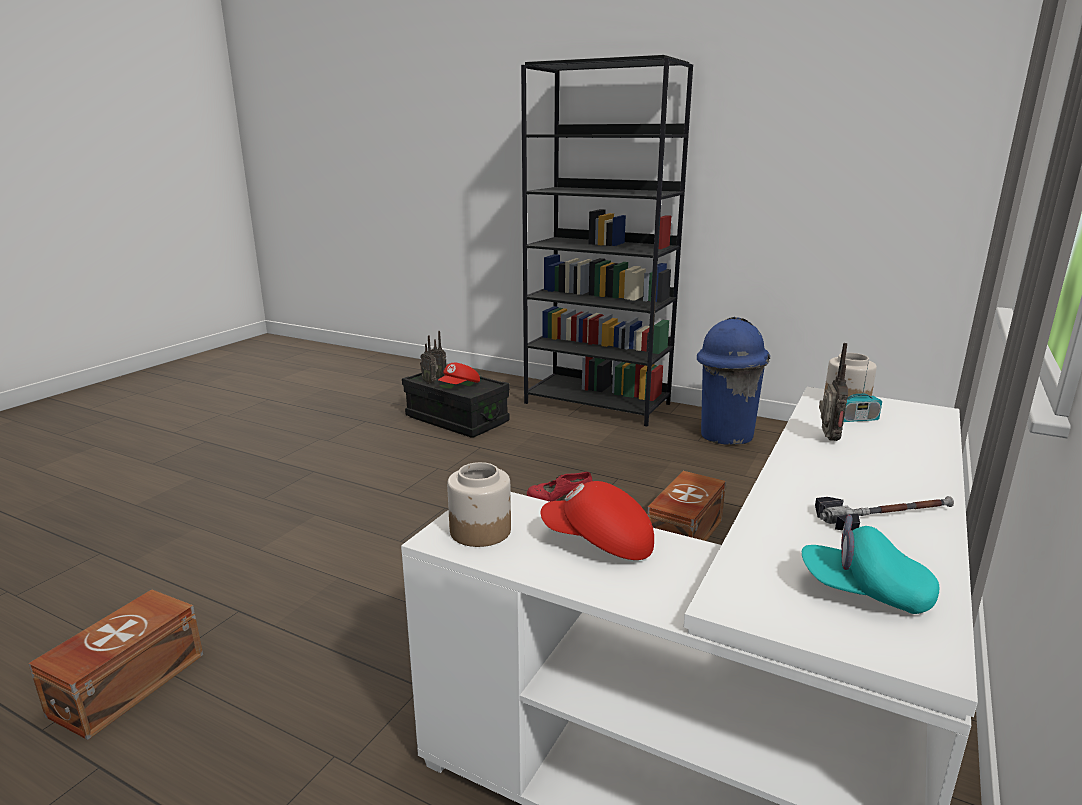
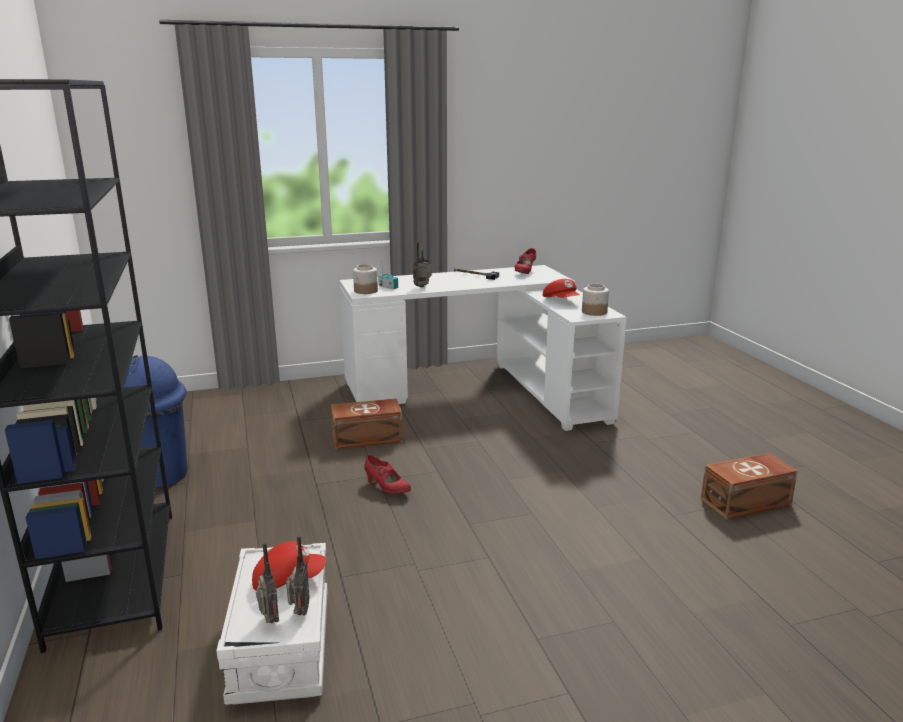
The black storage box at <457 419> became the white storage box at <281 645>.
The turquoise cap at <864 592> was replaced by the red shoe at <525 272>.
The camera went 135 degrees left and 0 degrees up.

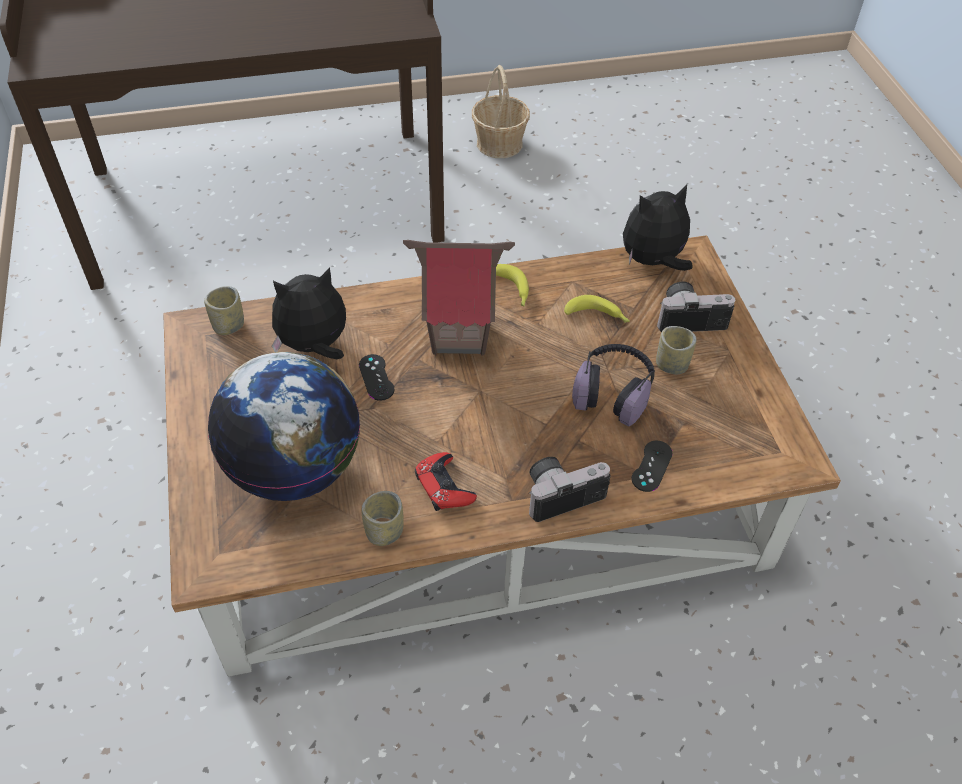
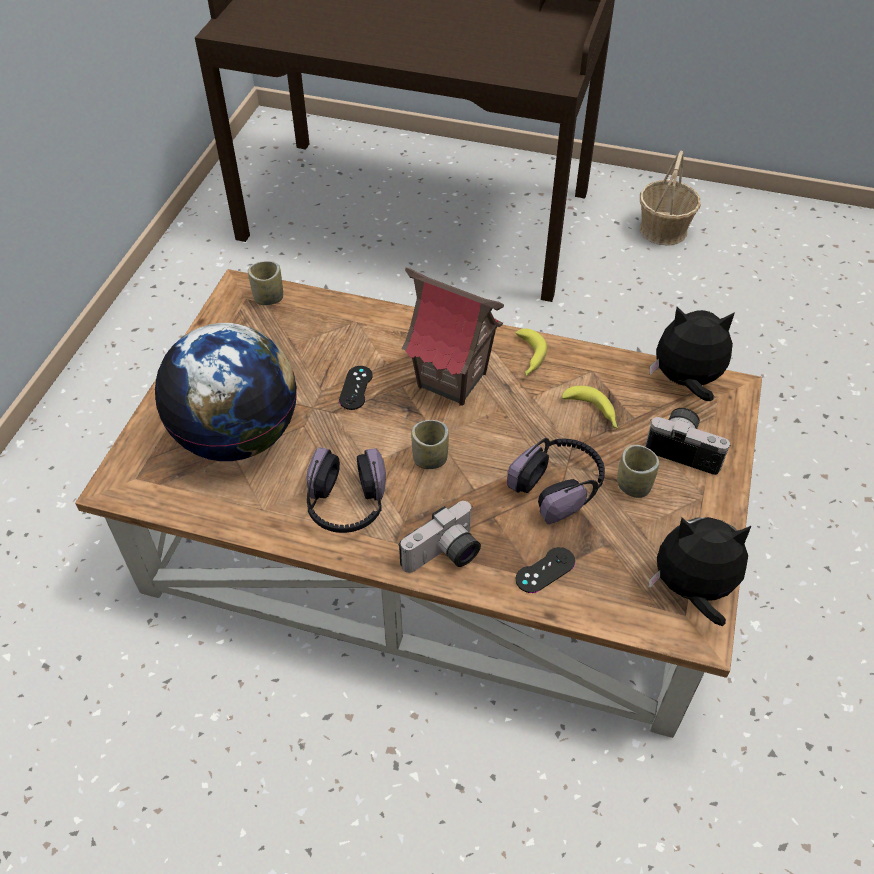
The red game controller at <444 486> was replaced by the headphones at <346 504>.
The photo camera at <561 492> turned 135 degrees clockwise.
The cup moved from <384 532> to <430 459>.
The plush toy moved from <314 346> to <692 590>.
The camera went 30 degrees right and 0 degrees up.

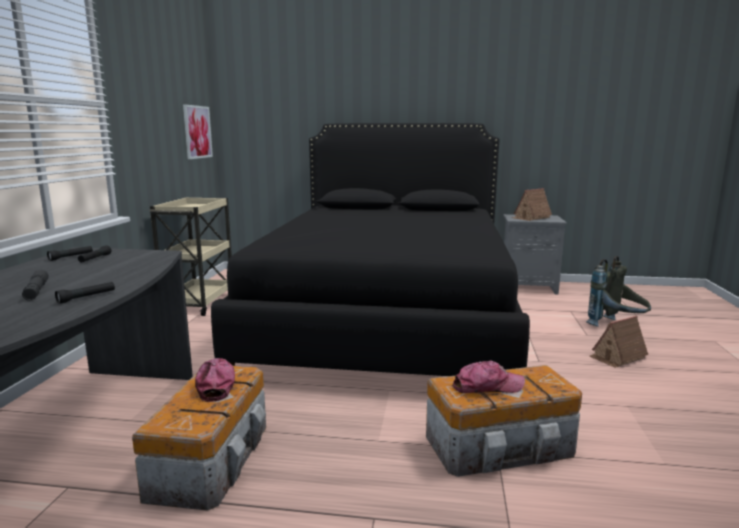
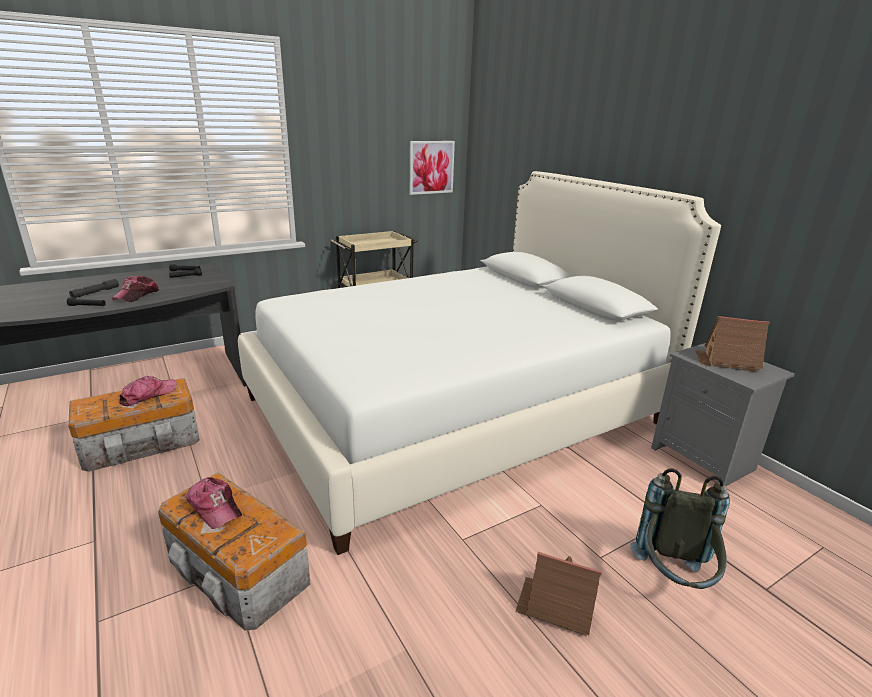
The cap at <137 295> appeared.
The black bed at <387 318> became the white bed at <455 410>.
The camera went 50 degrees right and 10 degrees up.

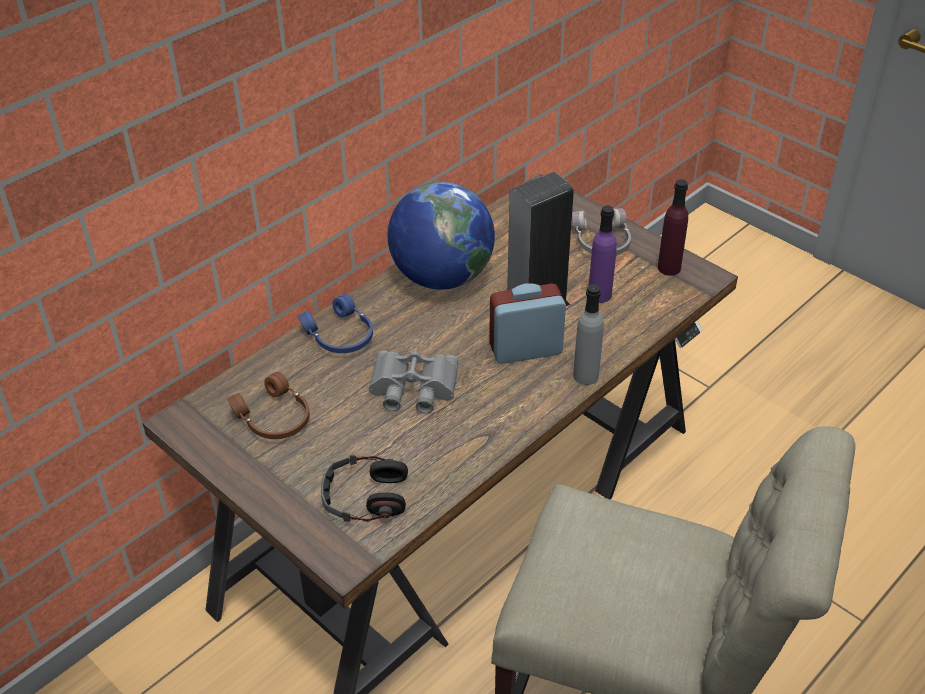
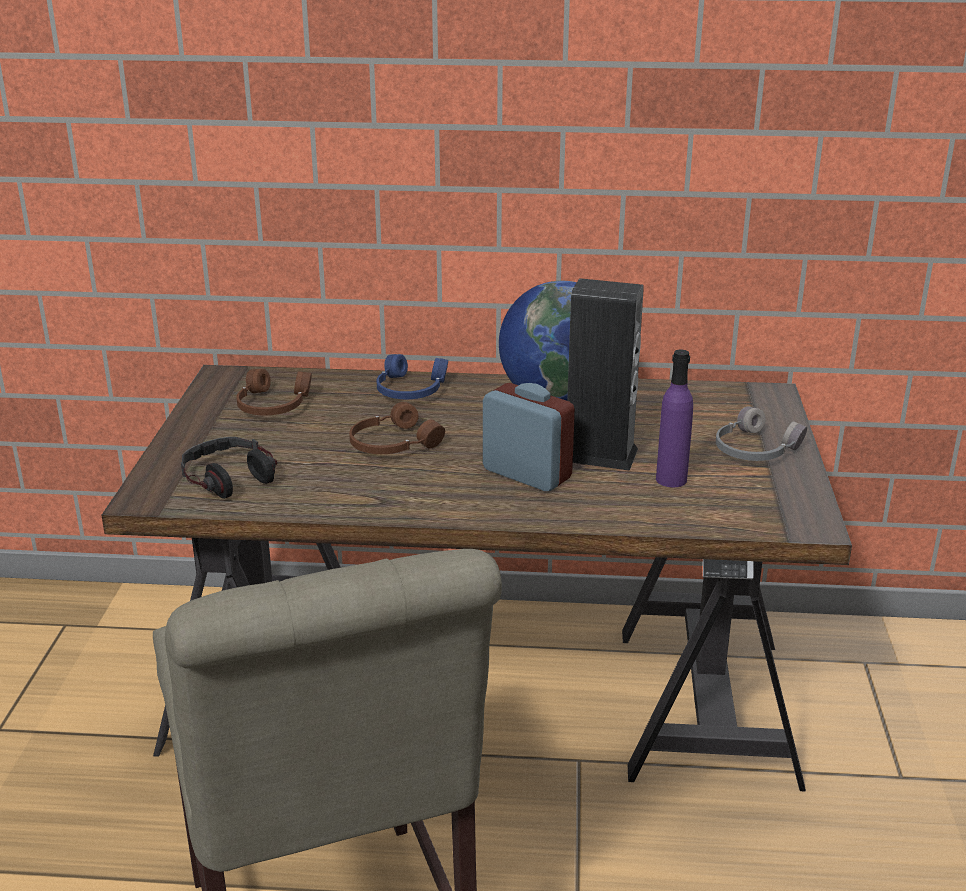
The grey binoculars at <412 388> was replaced by the brown headphones at <392 444>.
The grey bottle at <586 375> disappeared.
The purple bottle at <669 268> disappeared.
The camera went 50 degrees right and 15 degrees down.

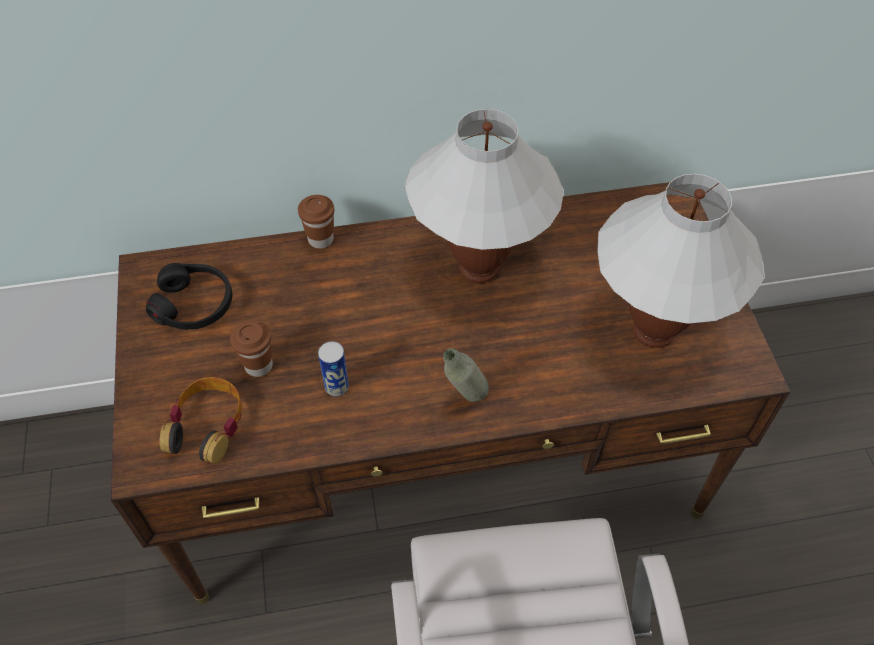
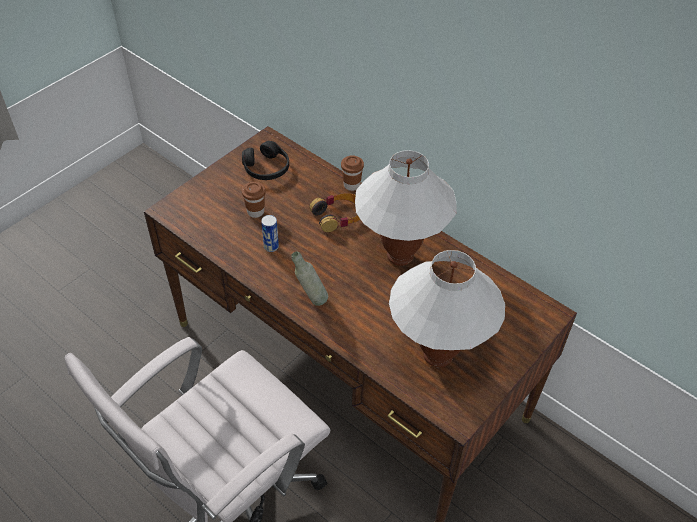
The headphones moved from <207 425> to <338 216>.
The camera went 50 degrees right and 5 degrees down.

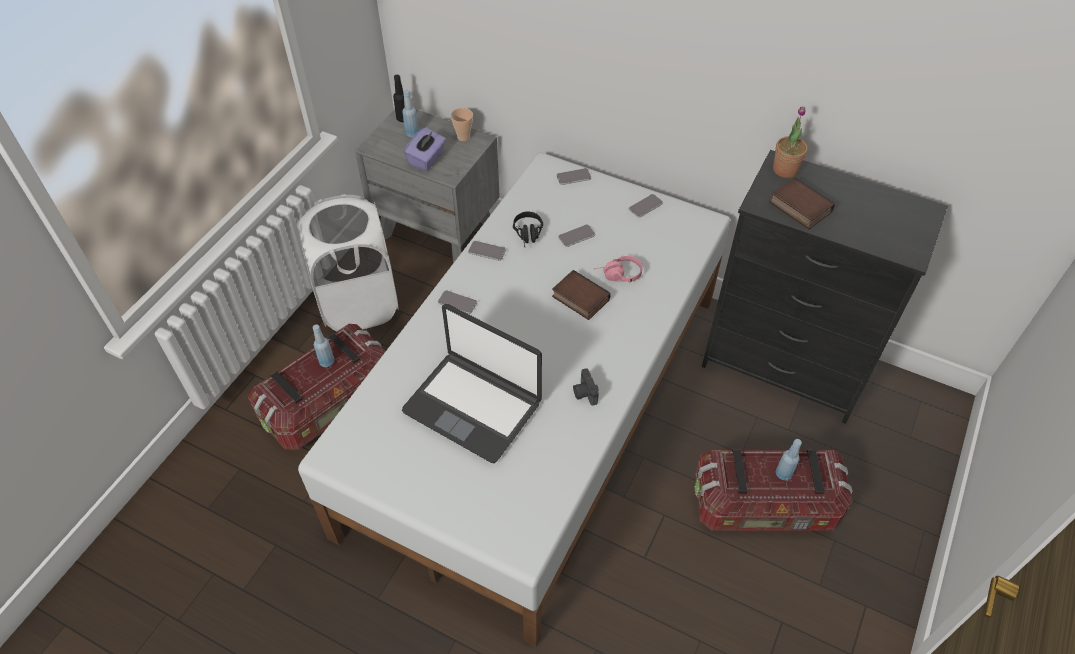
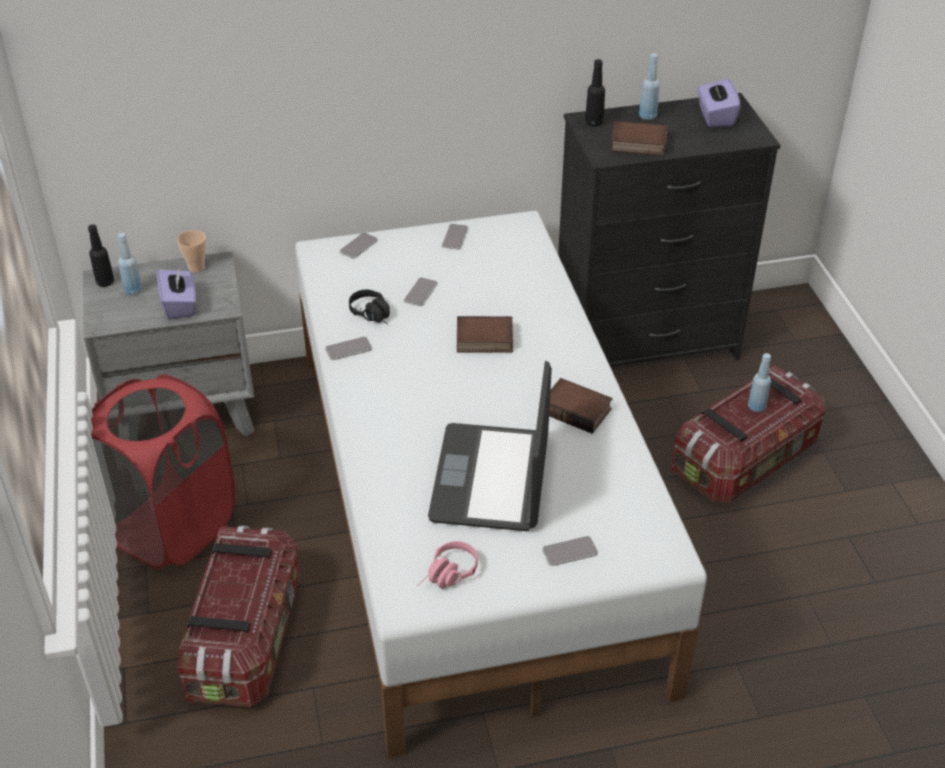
The white laundry basket at <359 304> became the red laundry basket at <172 527>.
The pink headphones moved from <617 275> to <447 576>.
The laptop at <473 406> turned 105 degrees clockwise.
The phone moved from <457 302> to <569 552>.
The photo camera at <584 393> was replaced by the book at <577 410>.
The potted plant at <785 169> was replaced by the black bottle at <594 122>.
The blue bottle moved from <327 362> to <647 116>.
The purple tissue box at <715 117> appeared.
The camera went 40 degrees left and 10 degrees down.

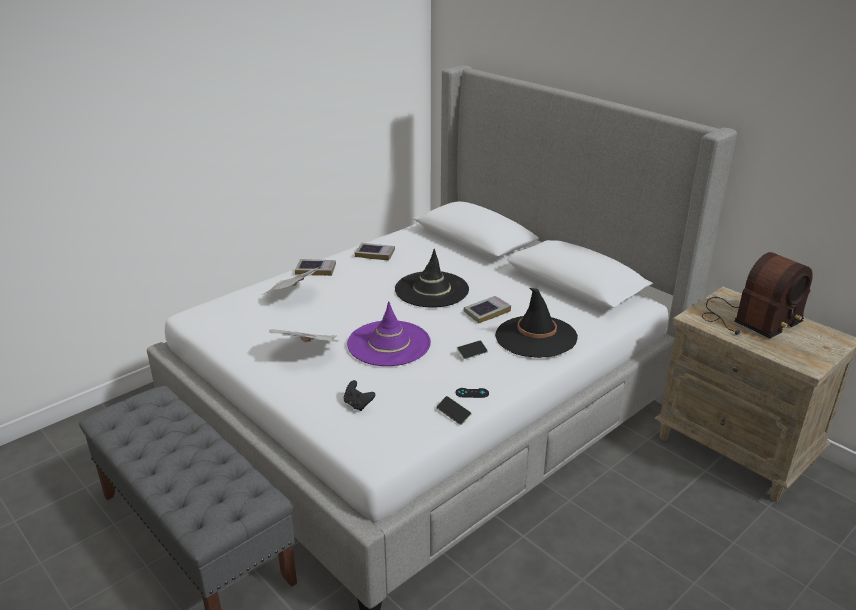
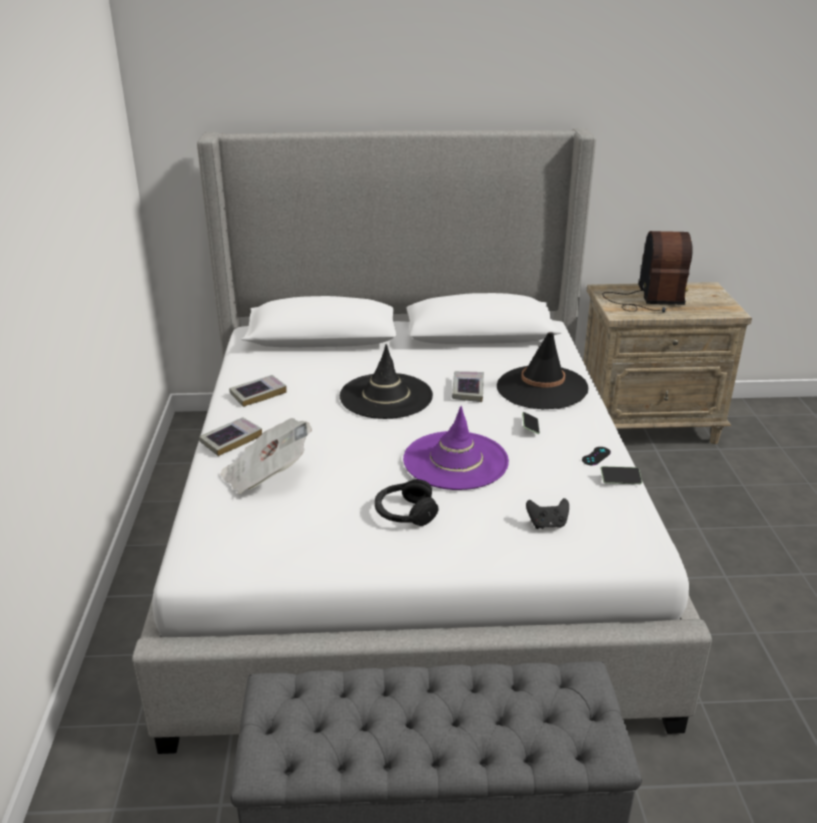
The newspaper at <309 351> was replaced by the black headphones at <405 513>.
The camera went 50 degrees left and 0 degrees up.

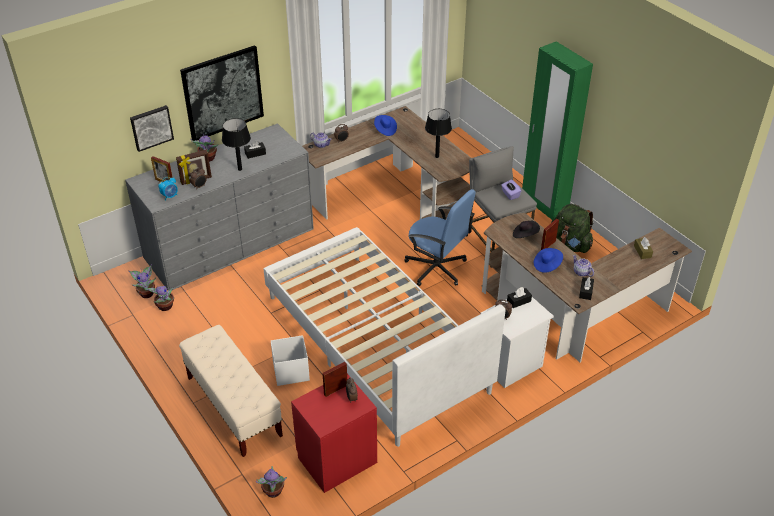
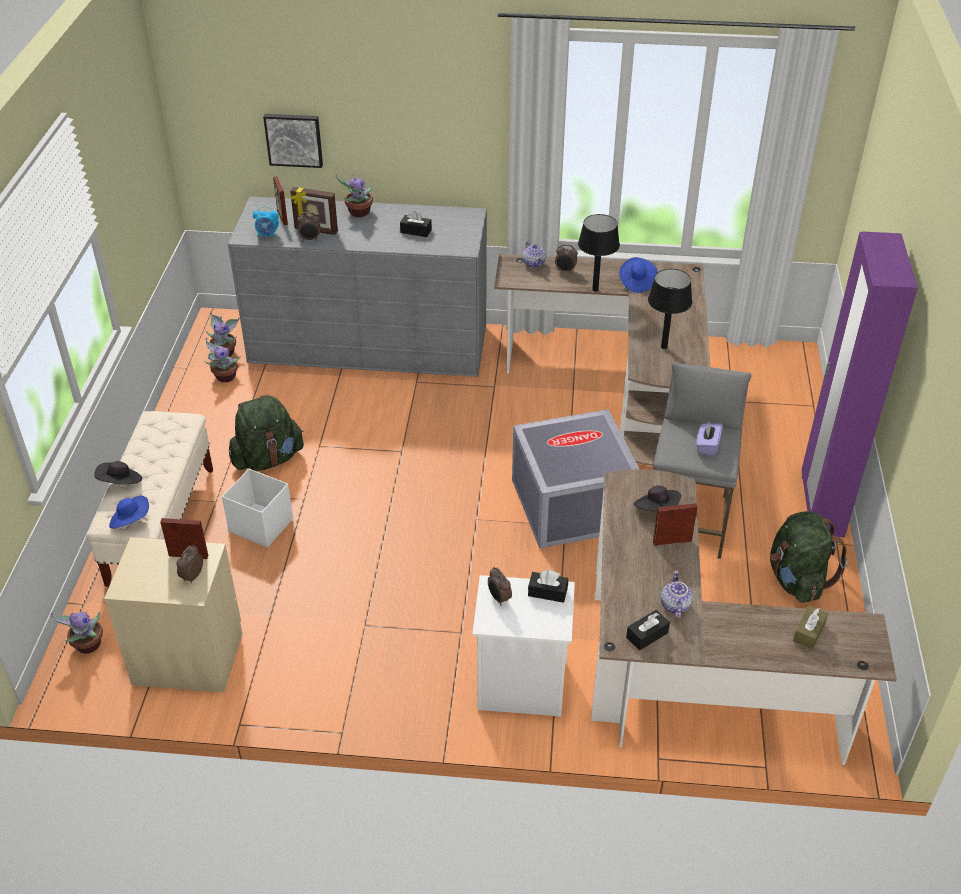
The black hat at <121 483> appeared.
The red nightstand at <336 459> became the beige nightstand at <188 657>.
The blue hat moved from <547 265> to <131 520>.
The green backpack at <268 459> appeared.
The blue office chair at <436 268> was replaced by the grey storage box at <571 506>.
The black table lamp moved from <240 169> to <595 290>.
The green wardrobe at <544 205> became the purple wardrobe at <821 506>.
The picture at <222 93> disappeared.
The white bed at <375 343> disappeared.
The camera went 40 degrees right and 0 degrees up.

